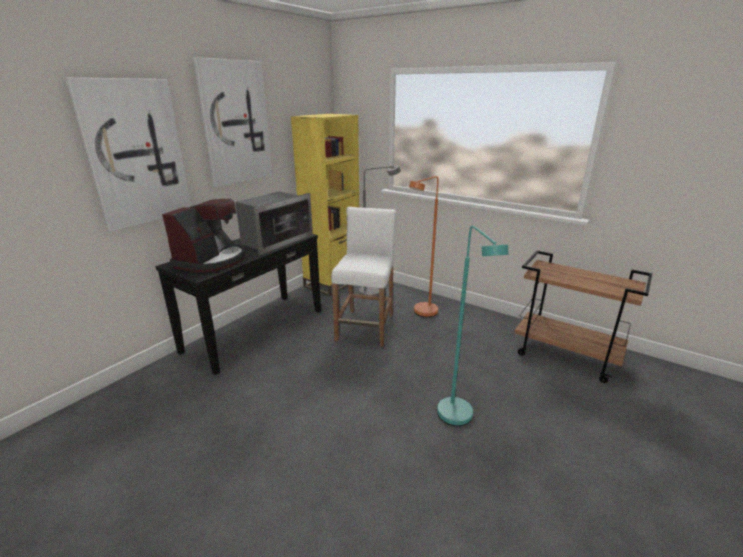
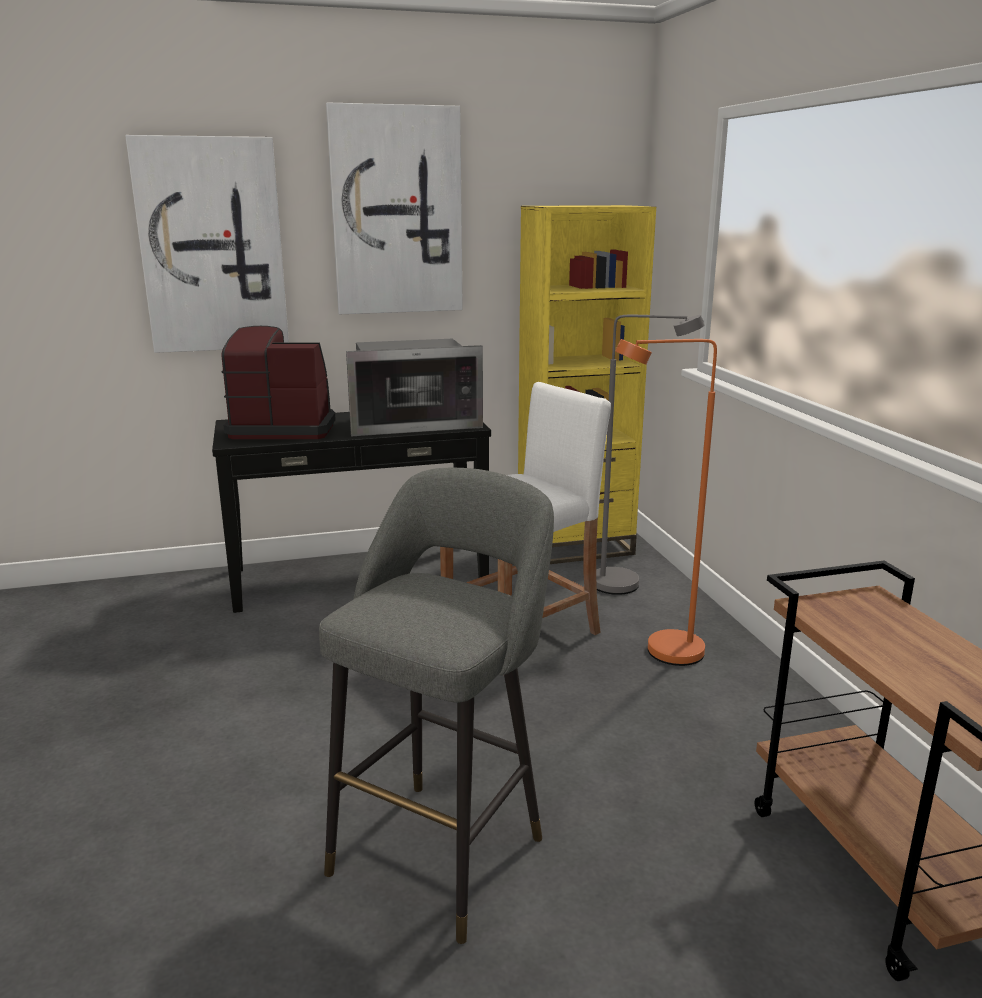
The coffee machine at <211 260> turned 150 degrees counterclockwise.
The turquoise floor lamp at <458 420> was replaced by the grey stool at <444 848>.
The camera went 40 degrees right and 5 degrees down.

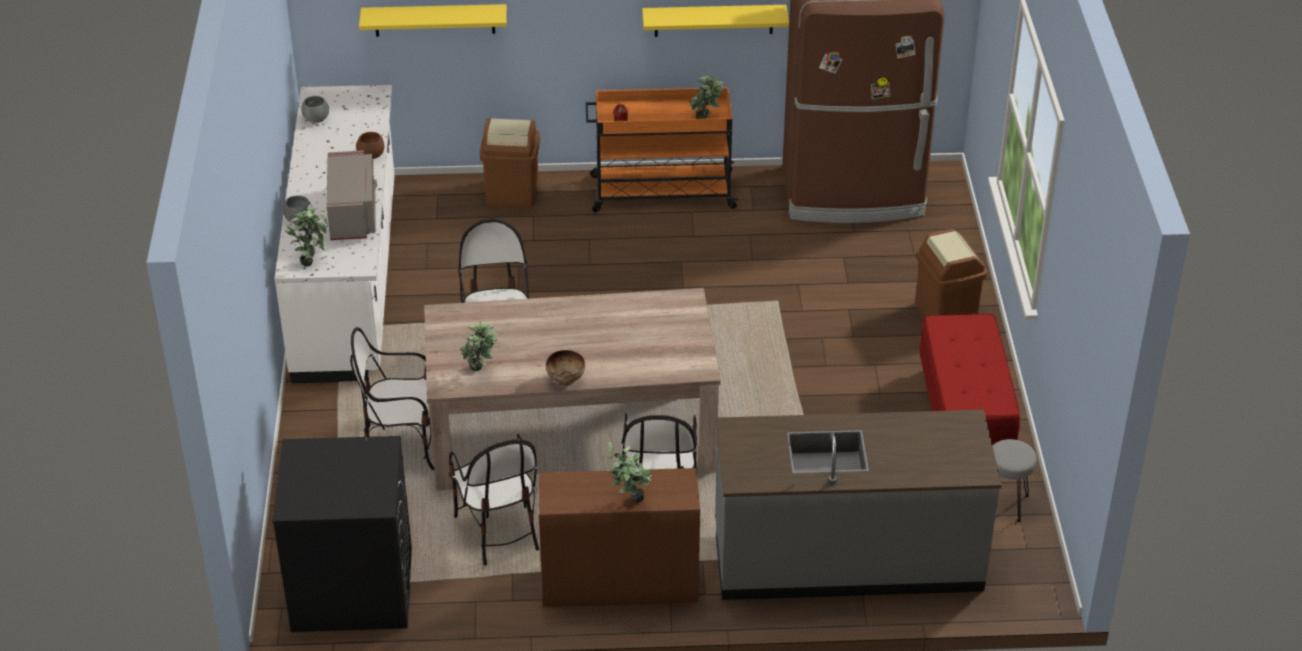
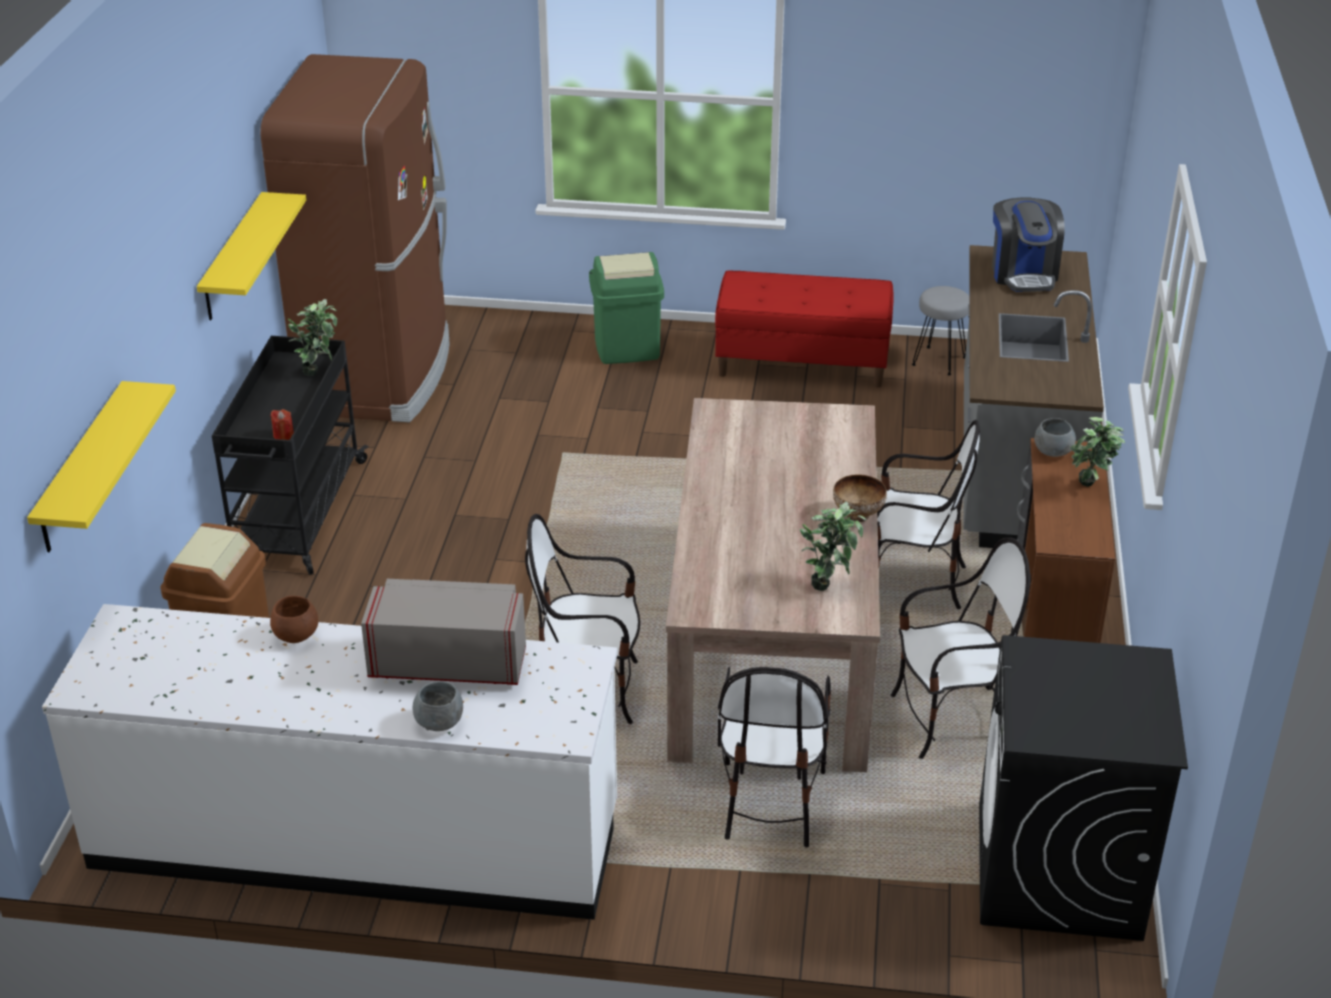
The orange cart at <661 192> became the black cart at <297 514>.
The brown trash can at <945 313> became the green trash can at <627 349>.
The coffee machine at <1023 274> appeared.
The grey bowl moved from <316 119> to <1052 452>.
The potted plant at <312 260> disappeared.
The camera went 80 degrees left and 5 degrees down.

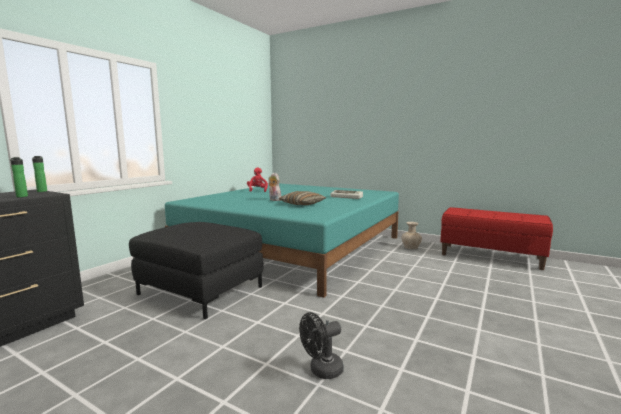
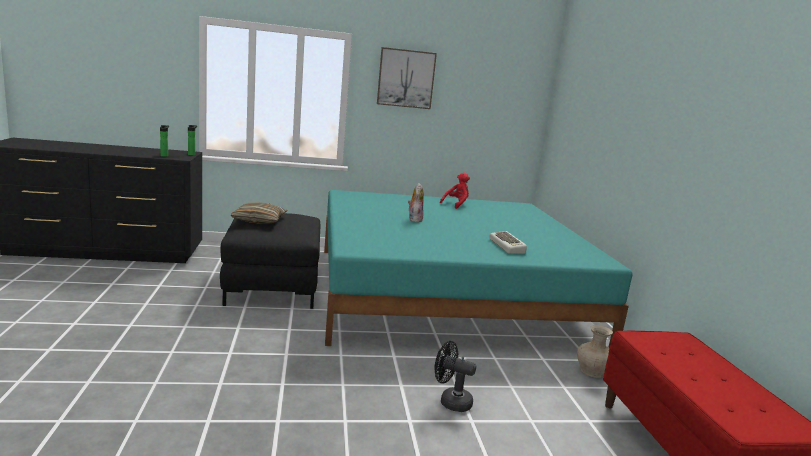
The pillow moved from <302 204> to <259 220>.
The picture at <406 78> appeared.
The black fan moved from <321 371> to <450 401>.
The camera went 50 degrees right and 5 degrees up.

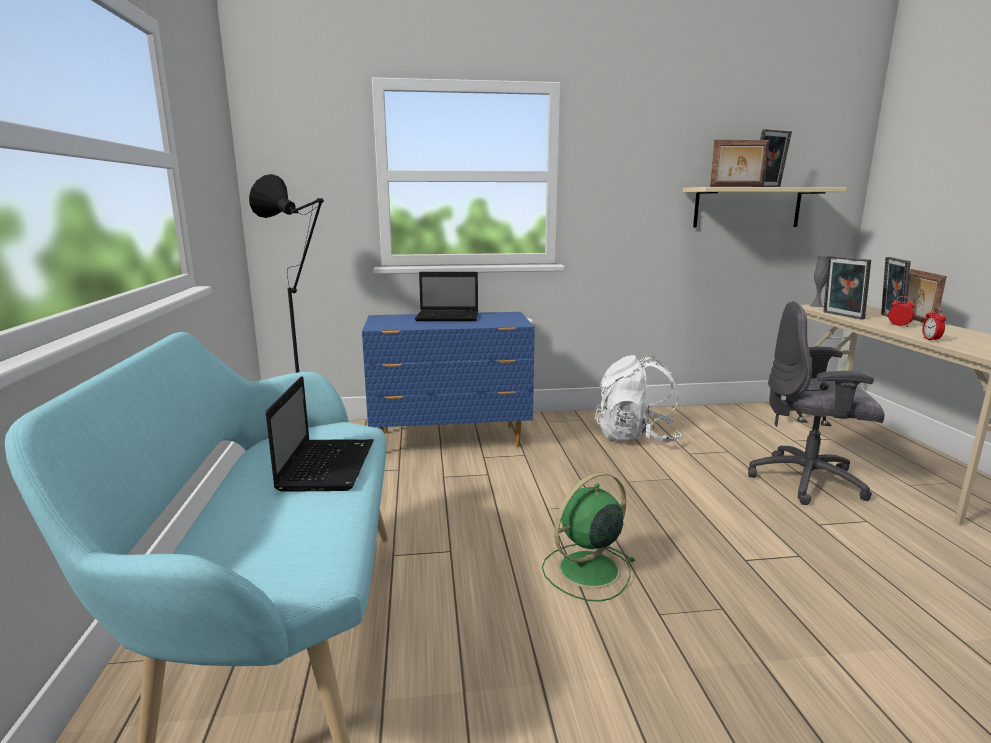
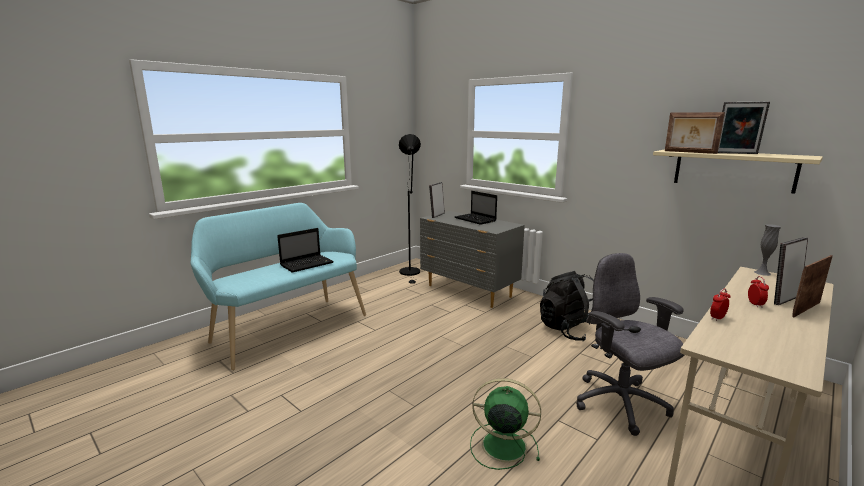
The blue dresser at <451 440> became the grey dresser at <469 292>.
The picture frame moved from <841 315> to <437 215>.
The green fan moved from <586 570> to <502 445>.
The white backpack at <635 436> became the black backpack at <569 330>.
The camera went 50 degrees right and 0 degrees up.

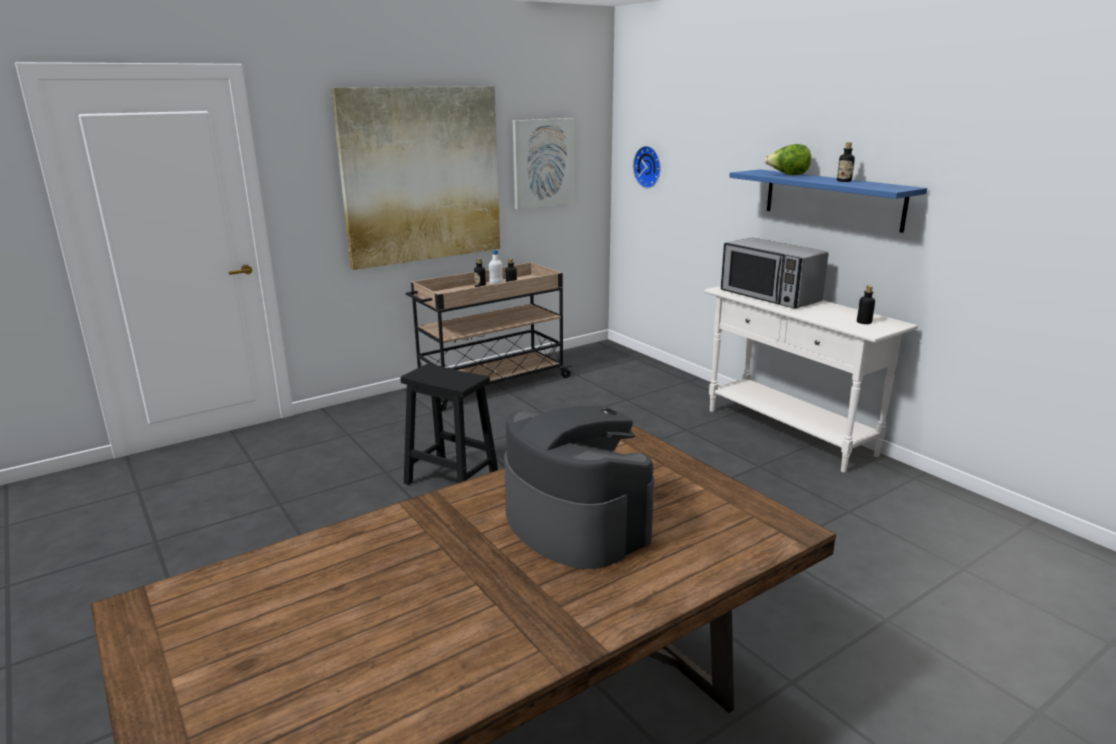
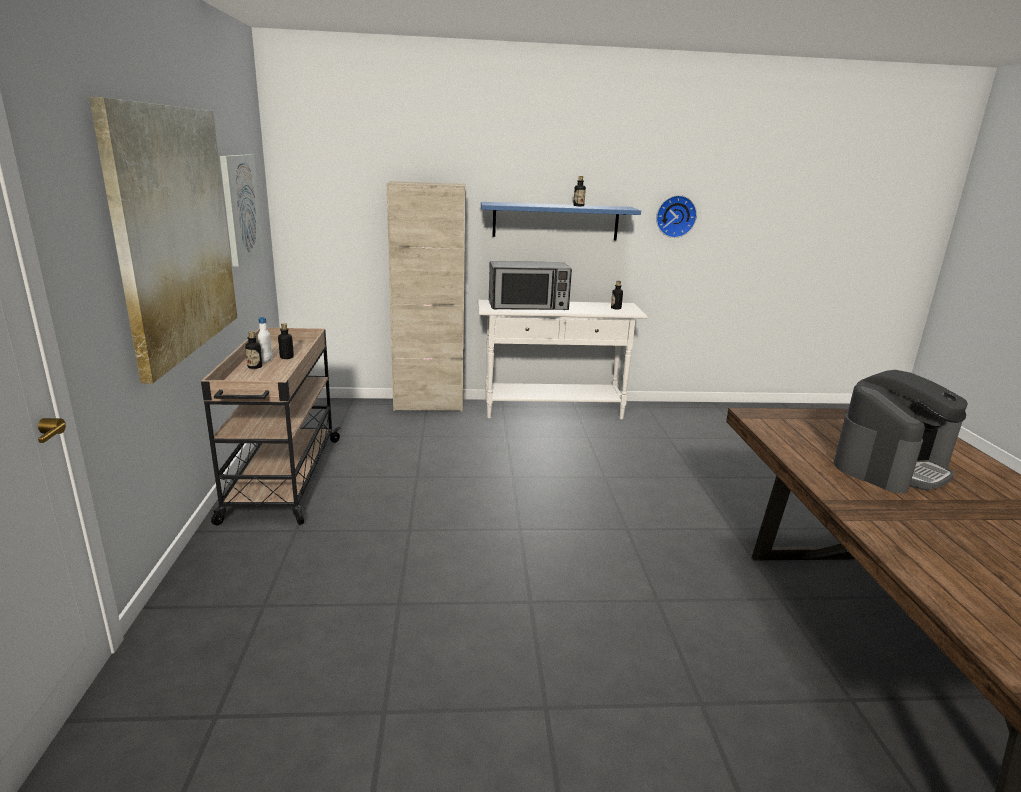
The beige cabinet at <428 405> appeared.
The wall clock moved from <649 167> to <675 216>.
The coffee machine at <574 523> turned 150 degrees clockwise.
The black stool at <450 479> disappeared.
The lettuce at <788 175> disappeared.
The camera went 60 degrees left and 0 degrees up.

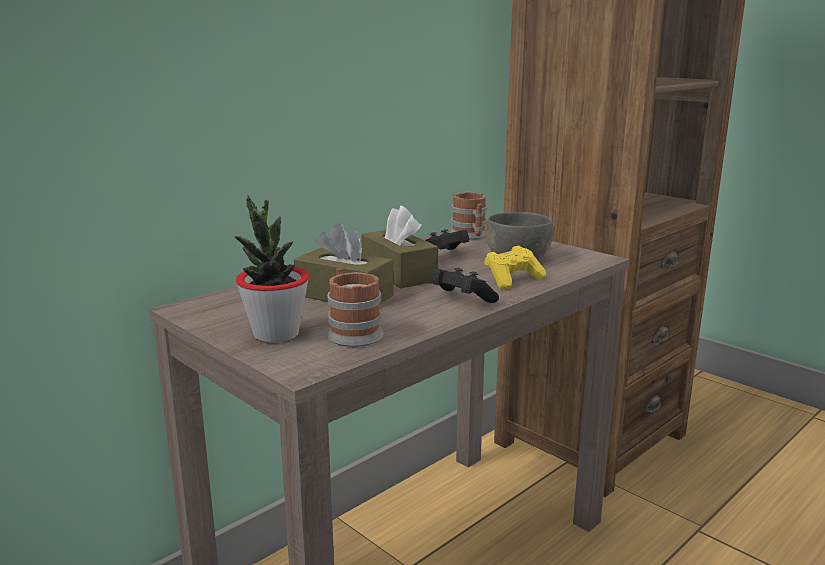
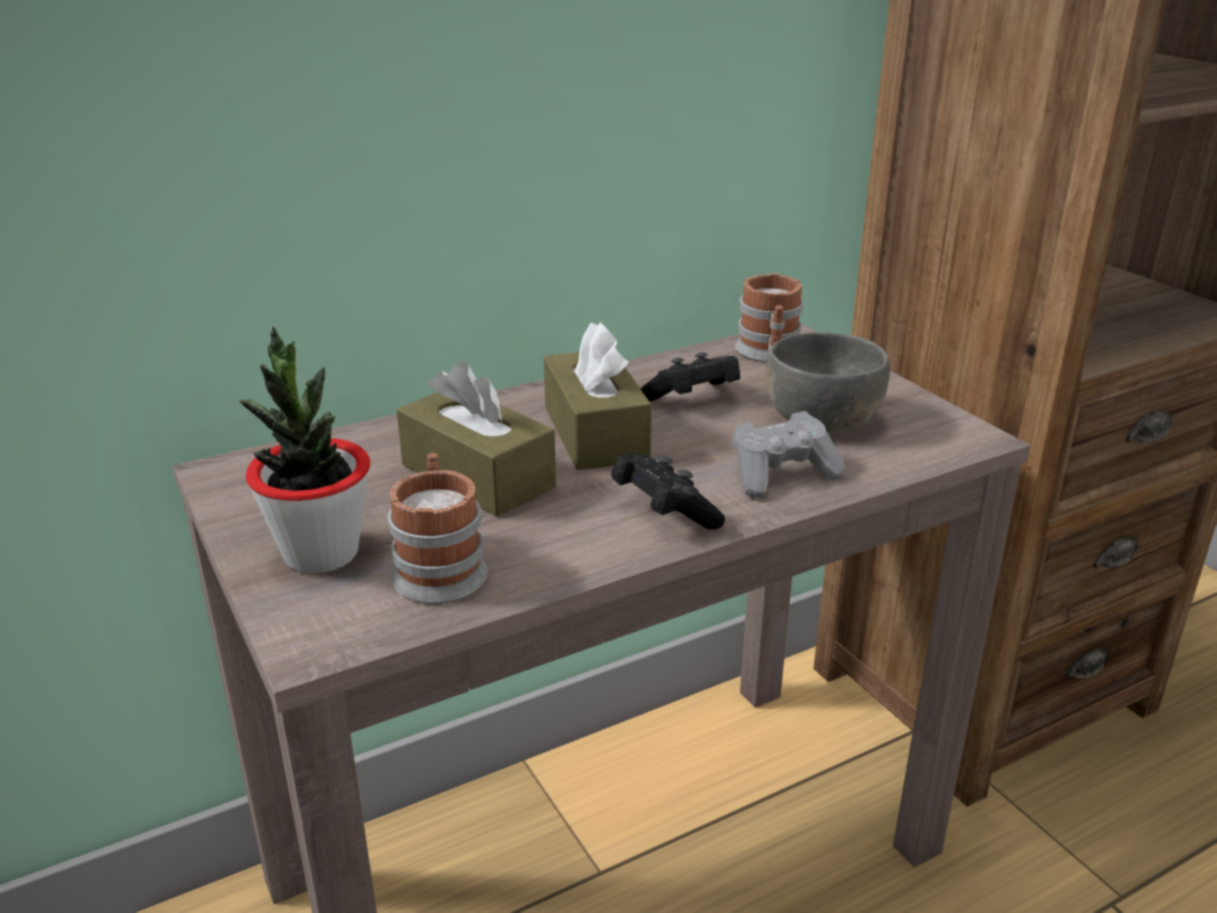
The yellow game controller at <513 280> became the grey game controller at <781 475>.
The camera went 15 degrees right and 10 degrees up.

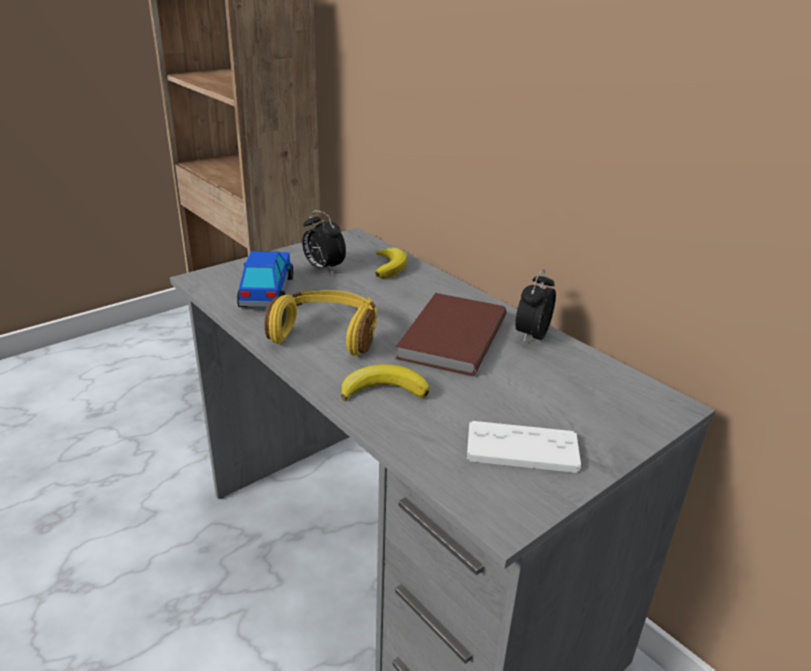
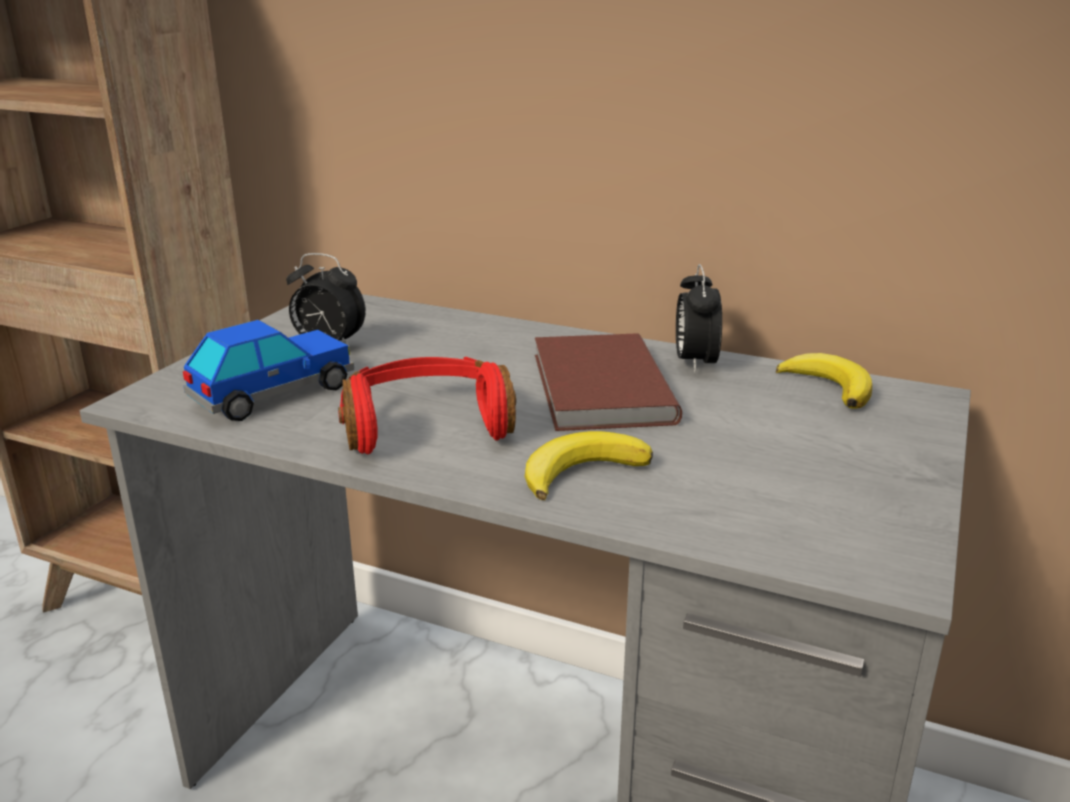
The toy car at <267 292> turned 75 degrees clockwise.
The yellow headphones at <327 334> became the red headphones at <426 425>.
The banana moved from <390 266> to <829 386>.
The white game controller at <522 449> disappeared.
The camera went 25 degrees left and 5 degrees down.

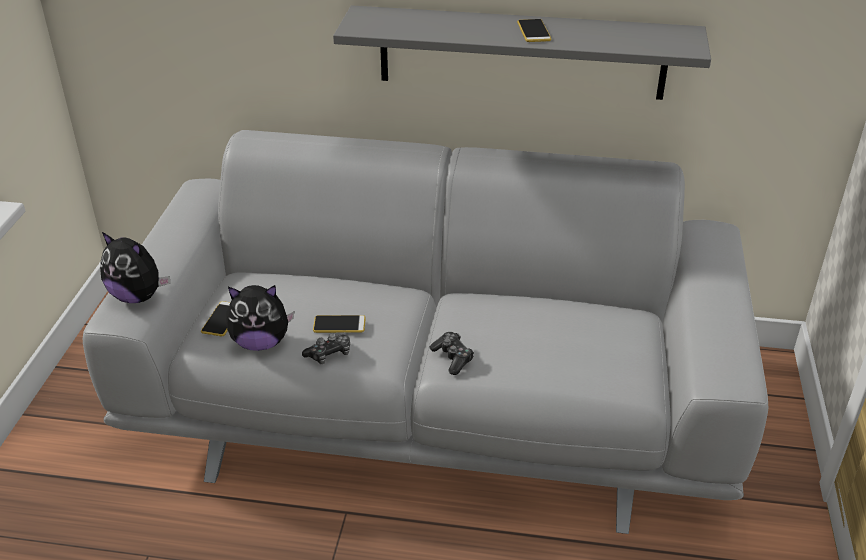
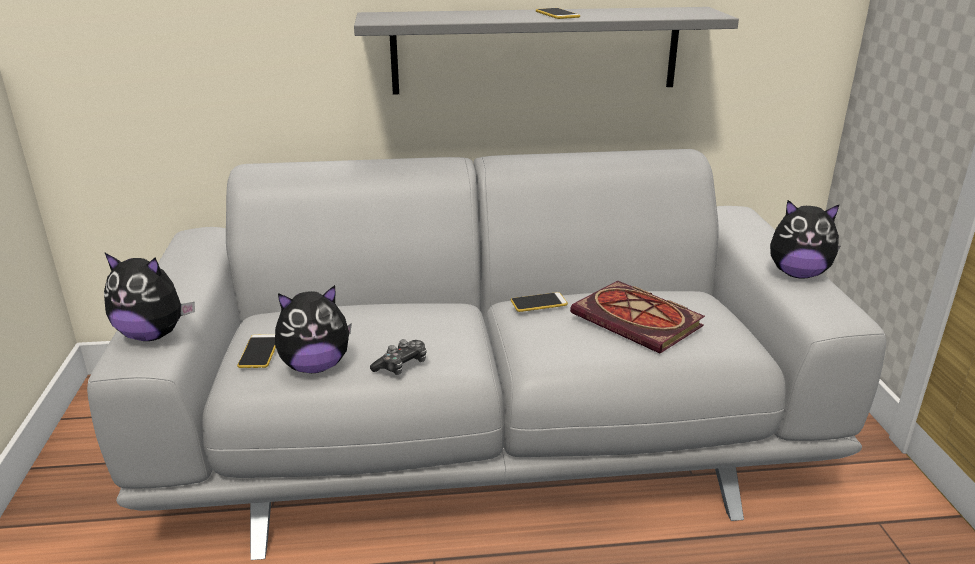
The phone moved from <339 324> to <538 303>.
The book at <640 321> appeared.
The plush toy at <797 274> appeared.
The game controller at <453 358> disappeared.
The camera went 15 degrees left and 10 degrees down.

